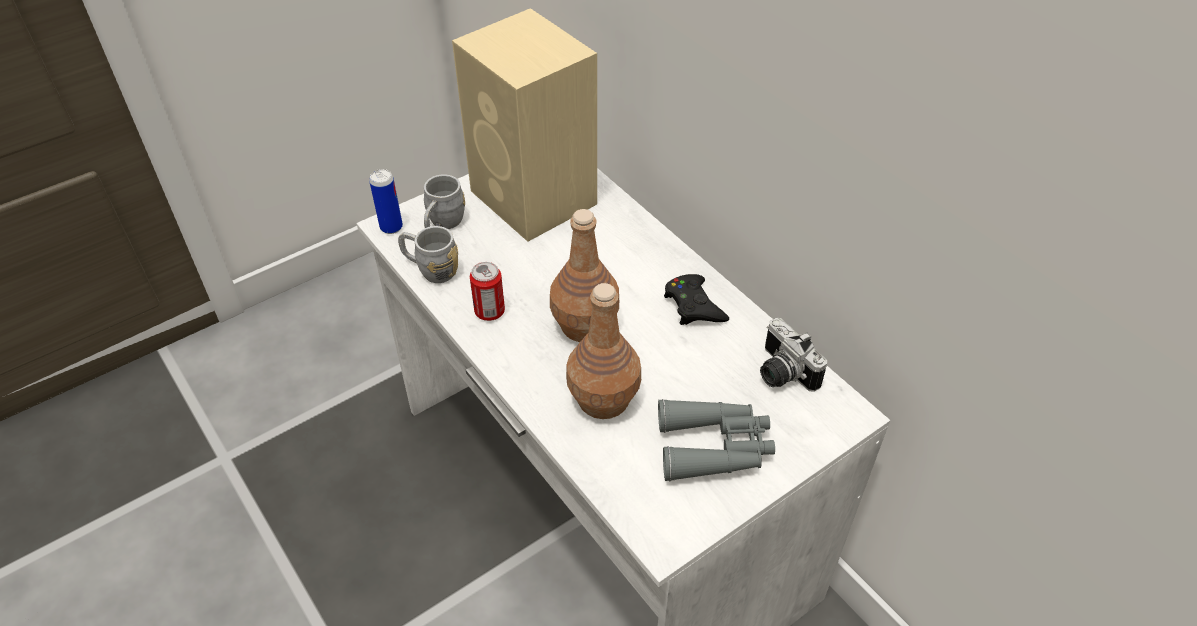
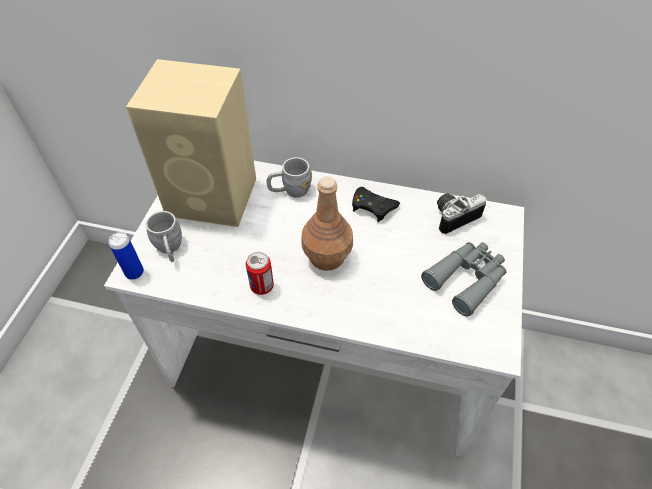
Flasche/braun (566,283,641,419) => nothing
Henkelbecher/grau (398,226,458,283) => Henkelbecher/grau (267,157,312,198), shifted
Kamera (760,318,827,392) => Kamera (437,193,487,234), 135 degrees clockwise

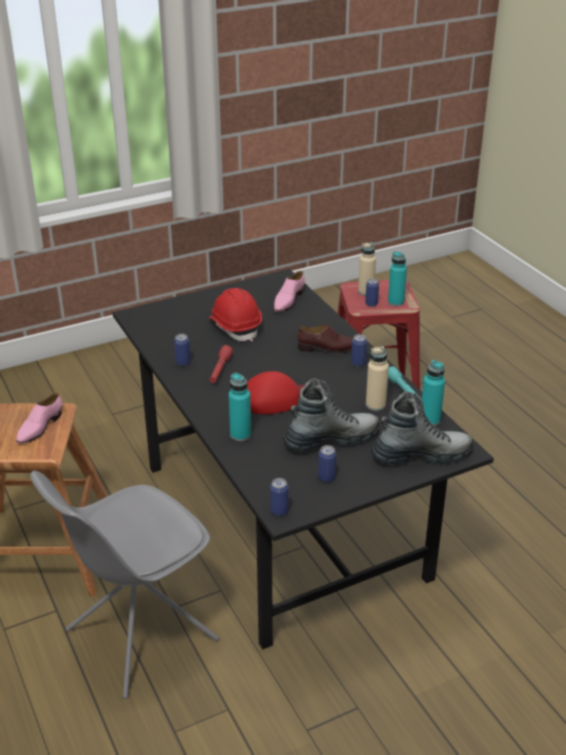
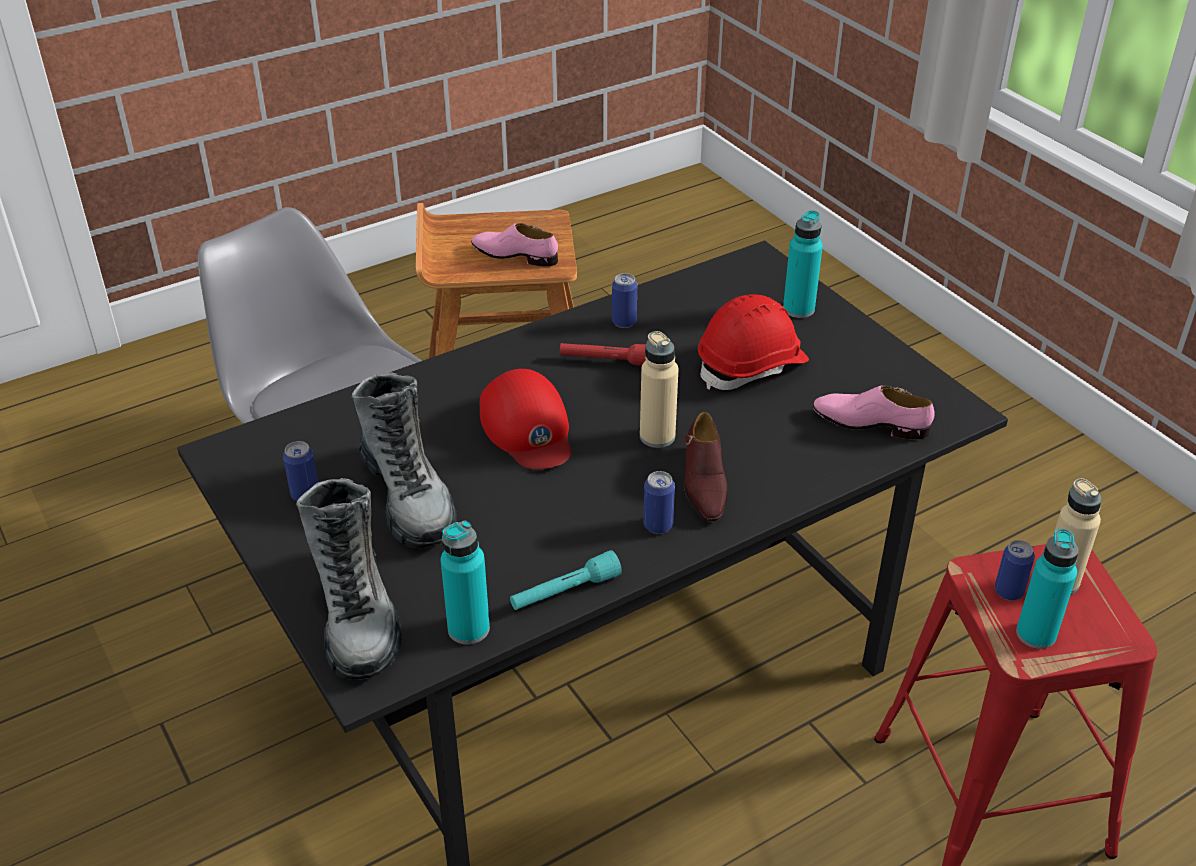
Dose (270,478,288,516) => nothing
Flasche/türkis (229,373,251,441) => Flasche/türkis (783,210,823,318), shifted
Flasche/beige (366,346,389,411) => Flasche/beige (640,331,679,448), shifted

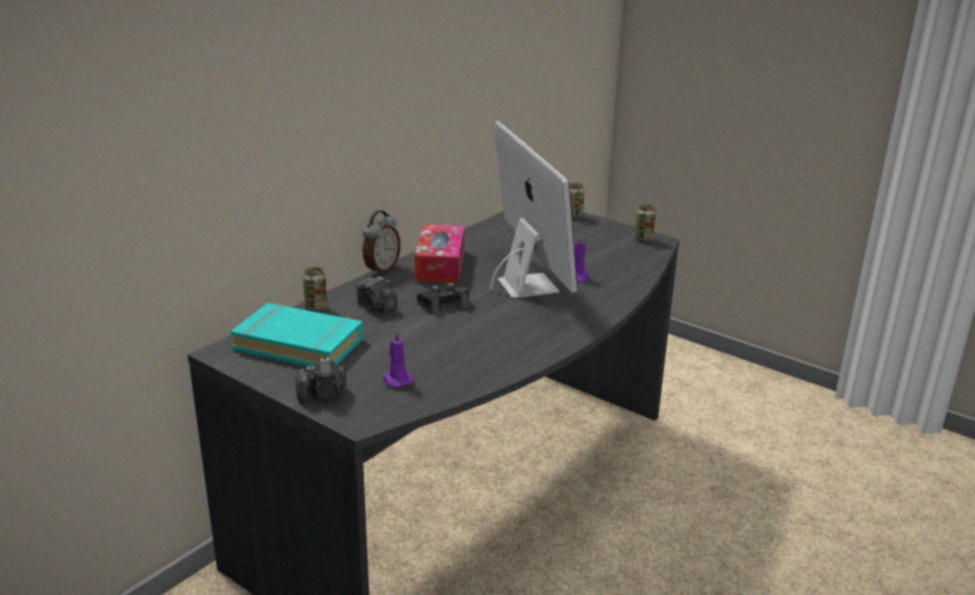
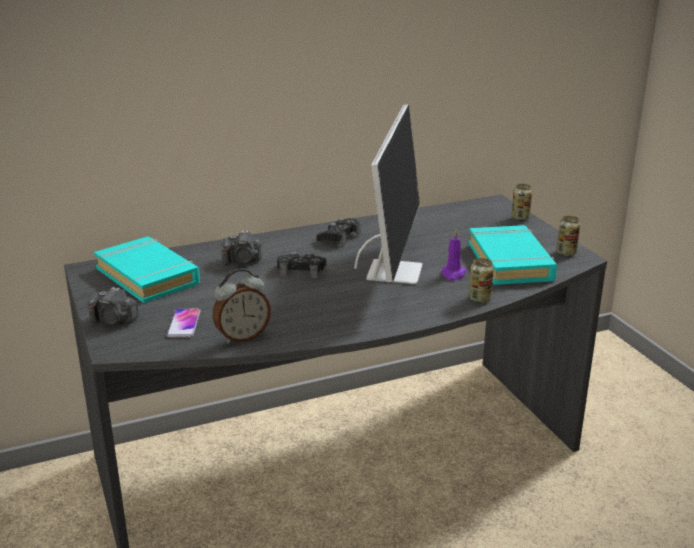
nothing => Buch/türkis (469,225,557,285)
Dose (303,267,327,312) => Dose (469,258,494,303), shifted
Wecker (362,210,401,275) => Wecker (213,268,271,344), shifted
Kerze/lila (383,330,414,388) => Handy (167,309,201,337)
Taschentuchbox (415,224,465,283) => Gamepad/schwarz (317,218,361,246)
Kamera (356,276,398,313) => Kamera (221,230,263,265), 75 degrees counterclockwise

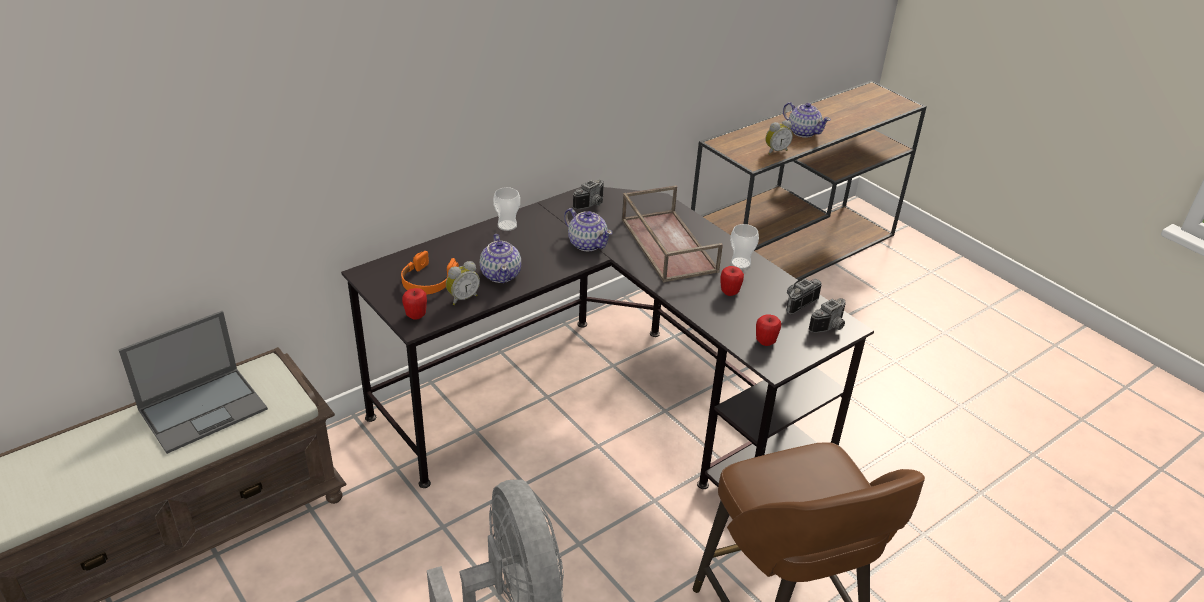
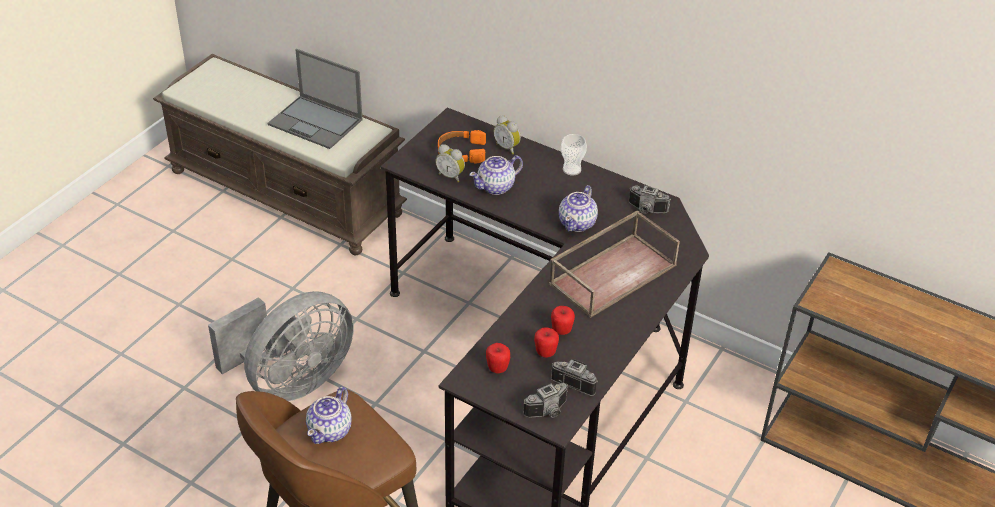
Tasse (730,224,759,269) => nothing
Apfel (402,288,427,320) => Apfel (534,327,559,358), shifted
Wecker (765,120,793,155) => Wecker (494,115,521,154), shifted
Teekanne (783,102,831,138) => Teekanne (306,386,352,444), shifted
Kamera (808,298,846,333) => Kamera (523,383,568,418), 60 degrees counterclockwise

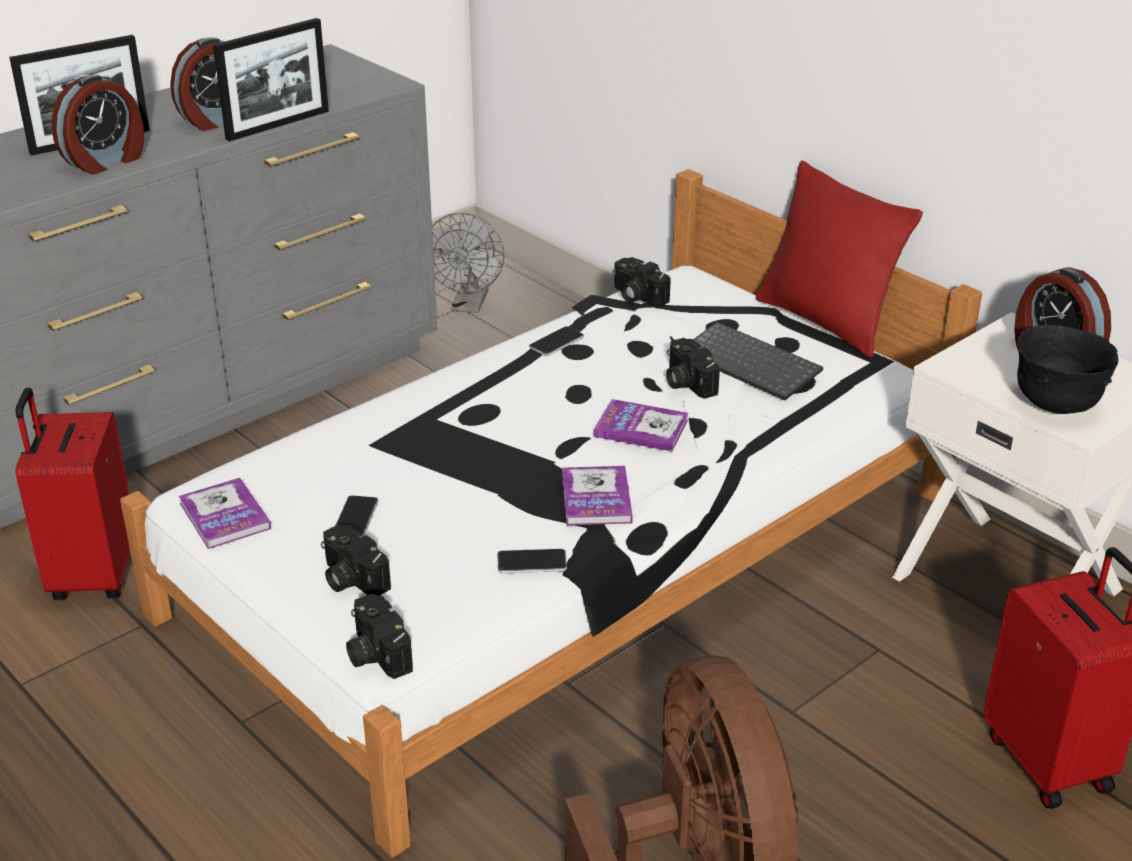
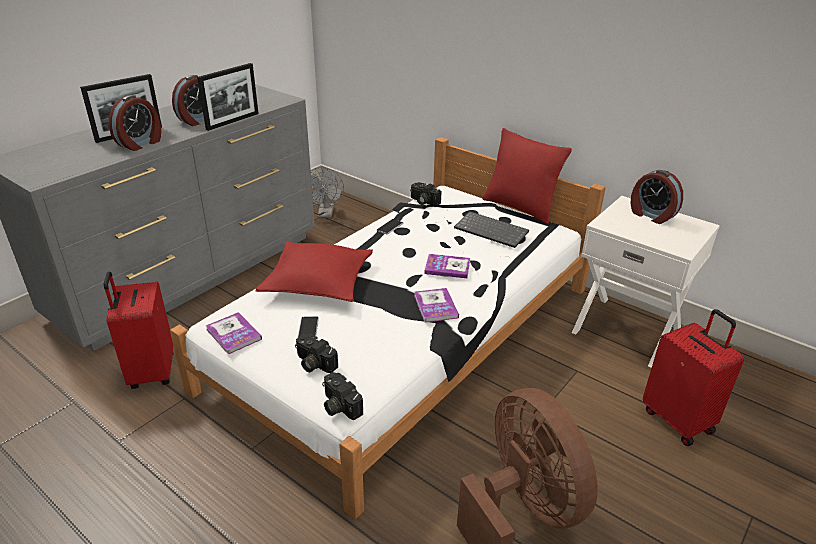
Handy (498,549,567,573) => nothing
Kamera (666,338,720,399) => nothing
Schüssel/schwarz (1017,325,1119,414) => nothing
nothing => Kissen/rot (256,241,373,302)

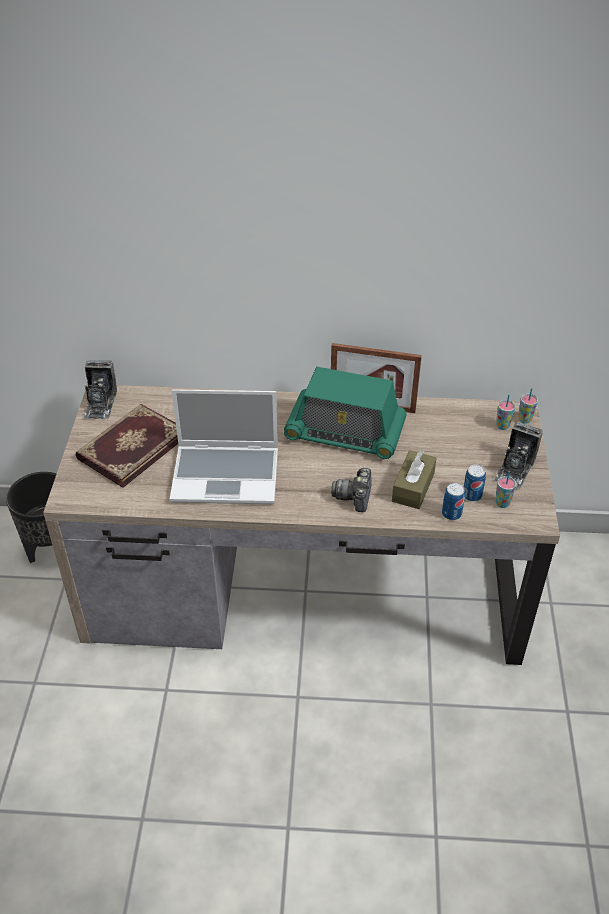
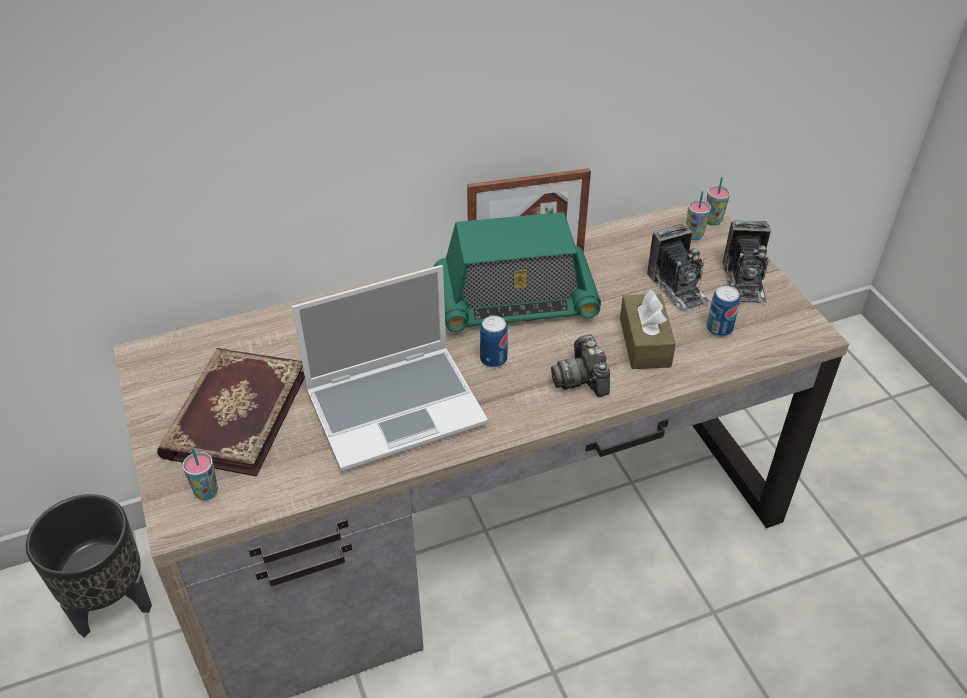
Kamera (84,360,117,419) => Kamera (647,224,710,312), shifted
Dose (442,483,465,520) => Dose (480,316,508,368), shifted
Tasse (495,472,516,508) => Tasse (183,447,218,500), shifted

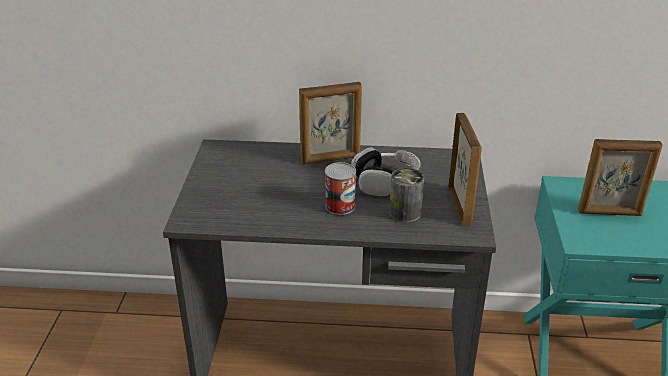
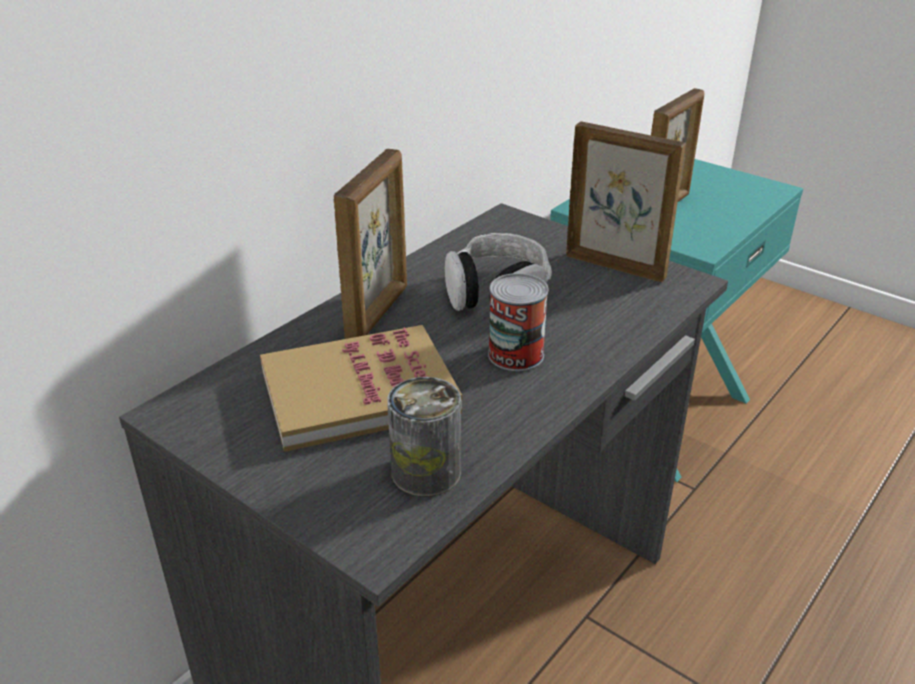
nothing => Buch (260,325,462,452)
Dose (389,168,424,222) => Dose (387,377,461,497), shifted

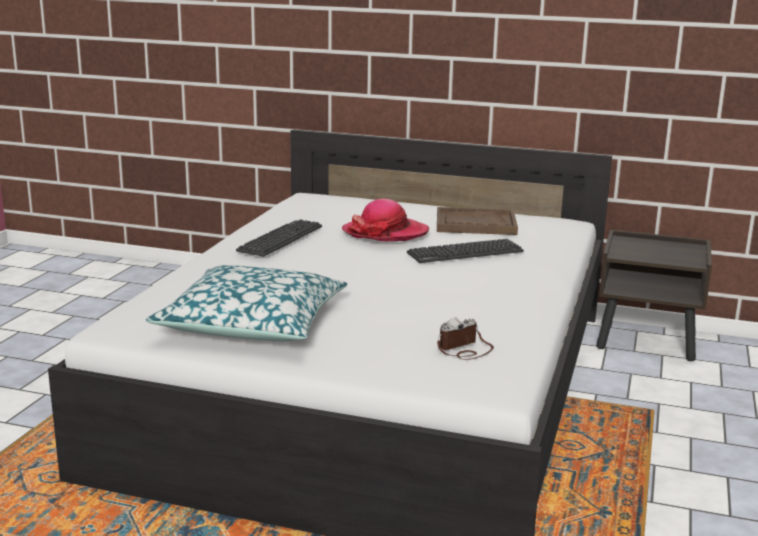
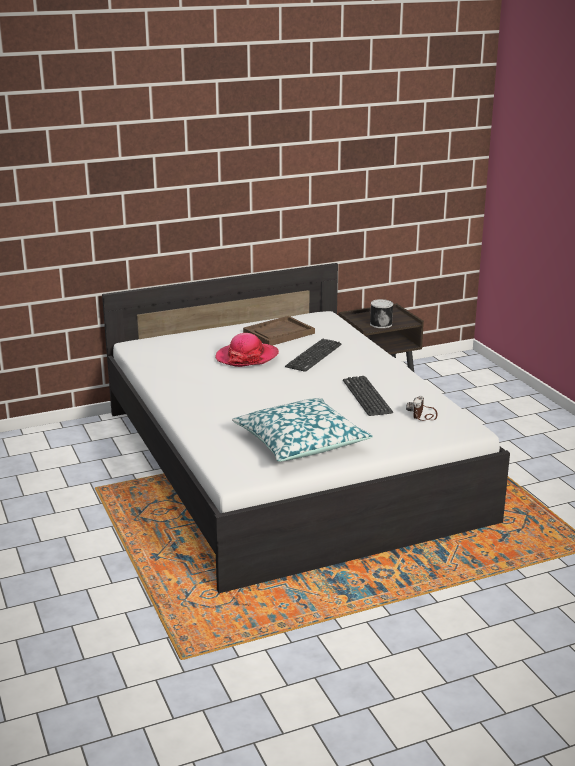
nothing => Dose (370,299,393,328)
Tastatur (236,219,322,256) => Tastatur (343,376,393,416), shifted

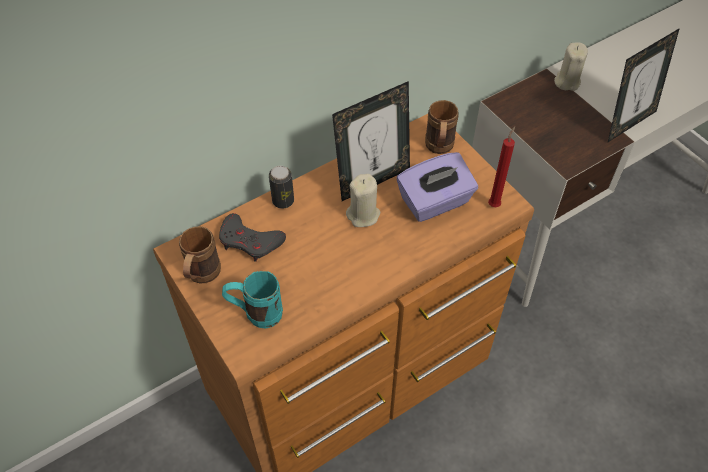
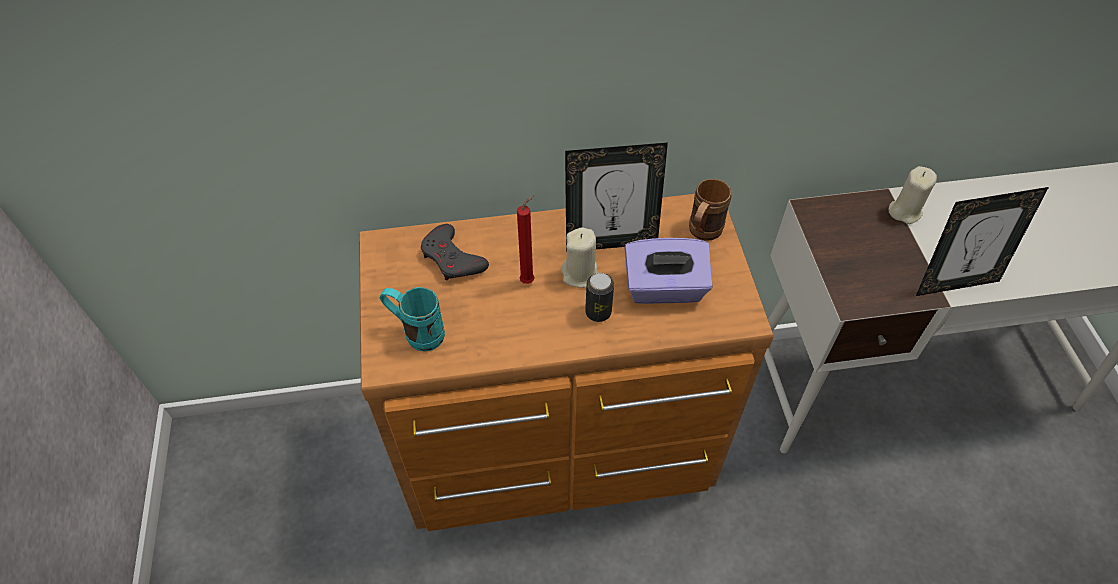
Henkelbecher/braun (179,226,221,283) => nothing
Dose (269,166,294,208) => Dose (585,273,614,322), shifted
Kerze/rot (488,126,515,207) => Kerze/rot (517,195,535,284), shifted

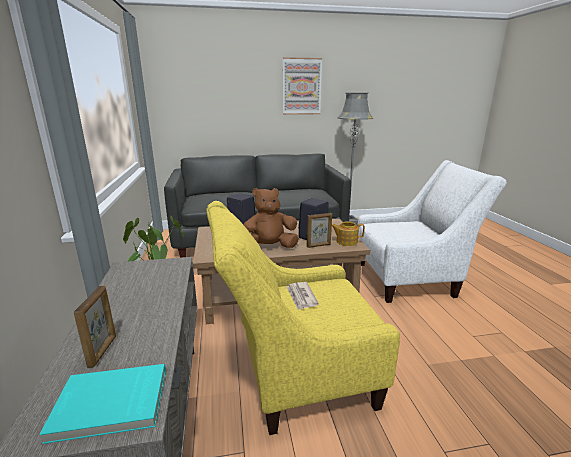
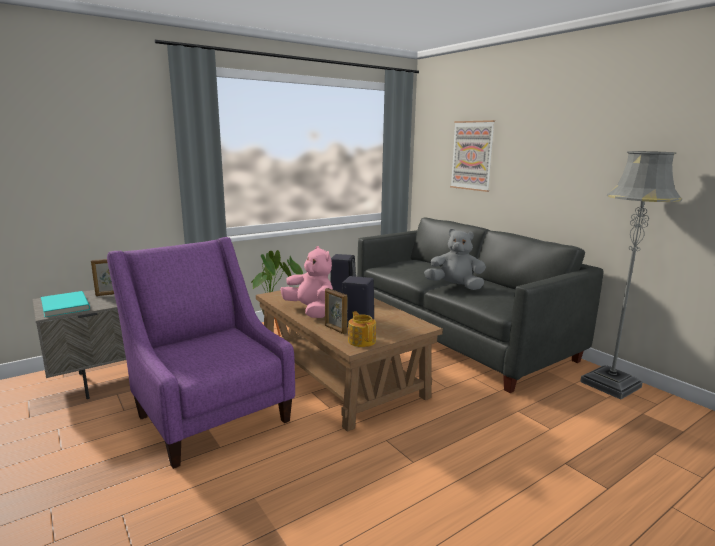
Zeitung (286,282,319,310) => nothing
Sessel/weiß (357,160,507,303) => nothing
nothing => Plüschtier/grau (424,229,486,290)
Bild (283,57,322,115) => Bild (450,120,495,192), shifted
Sessel/gelb (206,201,400,435) => Sessel/lila (107,237,295,469)
Plüschtier/braun (244,188,299,248) => Plüschtier/rosa (280,246,333,318)

